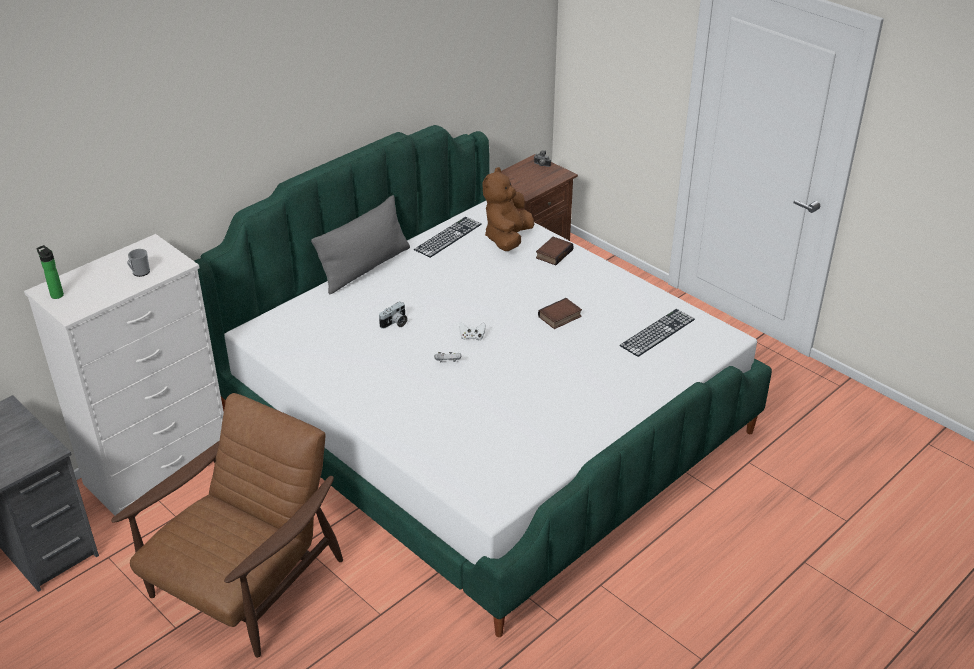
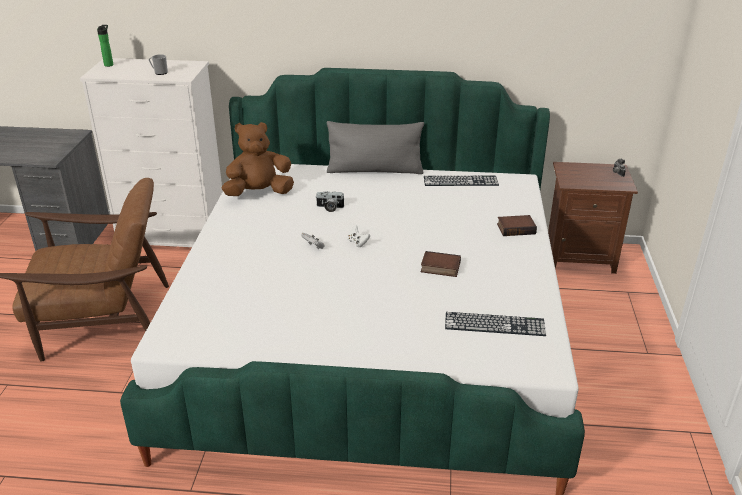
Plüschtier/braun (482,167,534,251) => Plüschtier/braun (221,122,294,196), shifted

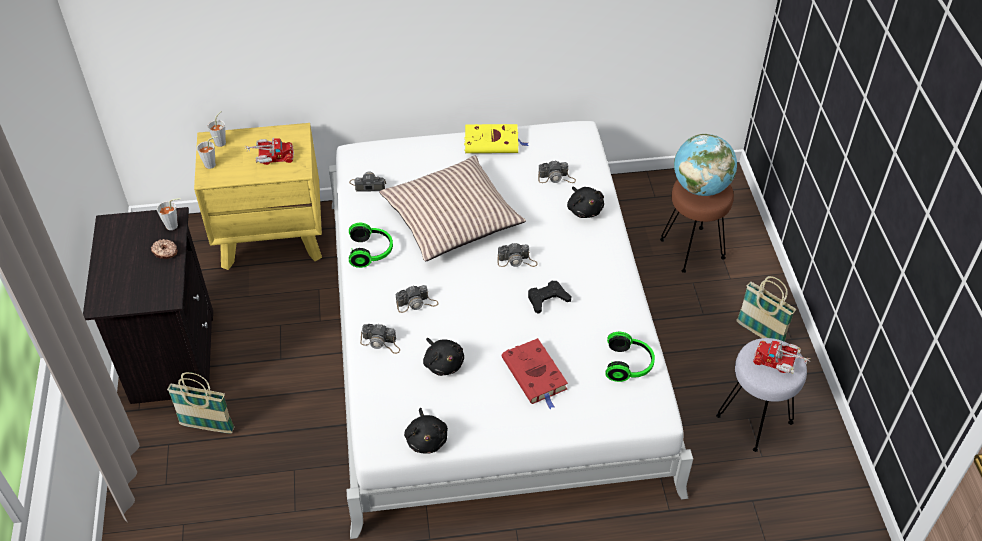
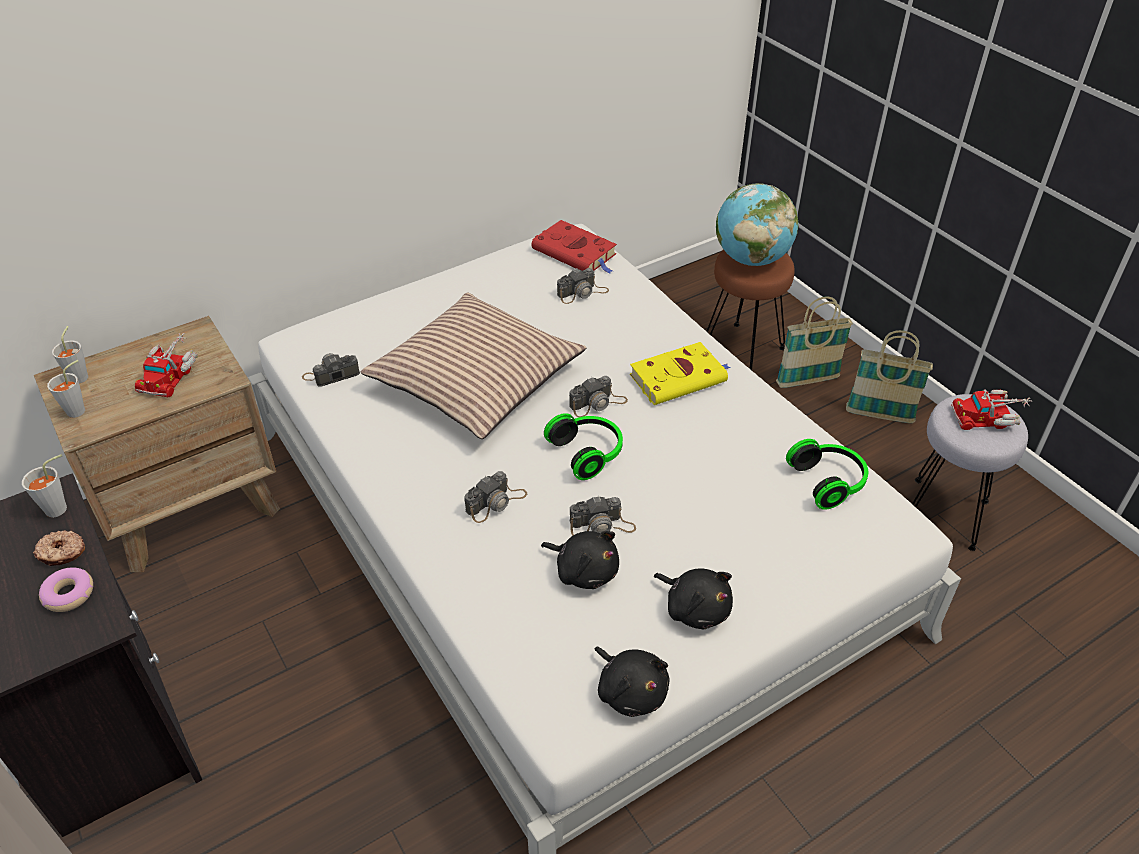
Gamepad/schwarz (528,281,571,314) => nothing
nothing => Donut (39,567,93,612)
Korb (167,372,235,434) => Korb (776,297,853,388), shifted
Kopfhörer (349,223,393,268) => Kopfhörer (544,413,623,480), shifted
Kamera (360,324,400,354) => Kamera (570,496,636,536), shifted
Buch/gelb (464,124,528,153) => Buch/gelb (630,342,731,405), shifted
Buch/rot (502,338,568,409) => Buch/rot (532,220,617,273), shifted
Plüschtier/schwarz (567,187,604,218) => Plüschtier/schwarz (654,568,733,629), shifted
Nachttisch/gelb (194,123,322,270) => Nachttisch/braun (34,316,280,572)
Spielzeuglaster (244,138,294,165) => Spielzeuglaster (135,333,198,398), 135 degrees clockwise

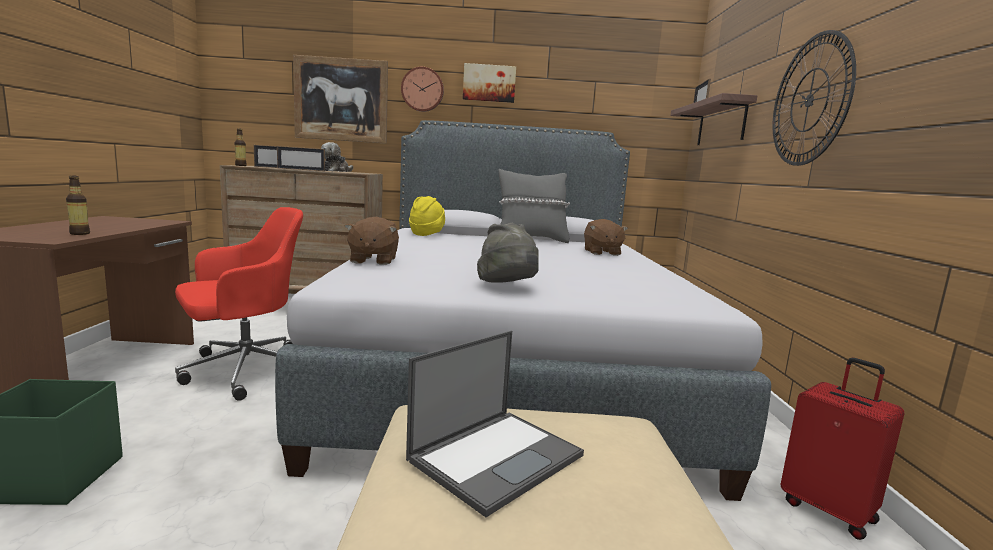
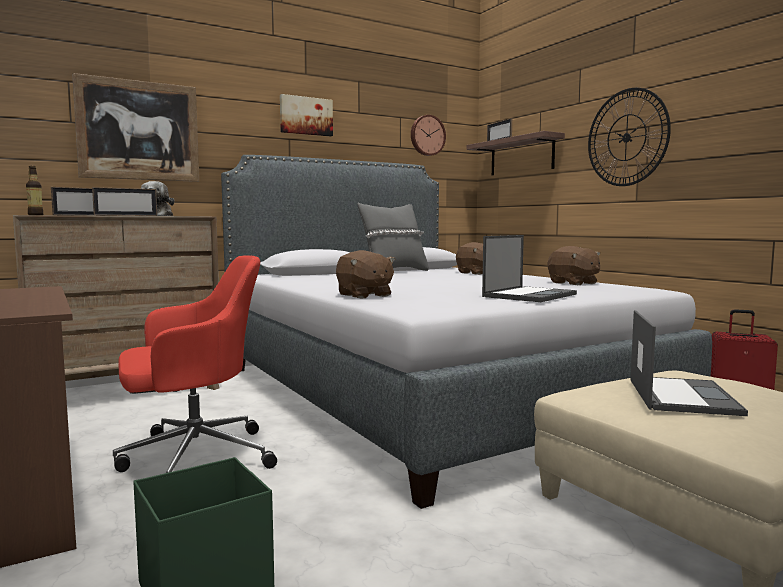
Flasche (66,175,90,235) => nothing
Hut/gelb (409,196,445,236) => nothing
nothing => Plüschtier/braun (548,246,600,285)
Wanduhr (401,67,444,112) => Wanduhr (411,115,446,156), shifted
Hut/grau (477,223,539,283) => Laptop (482,235,577,302)
Bürostuhl/rot (175,207,303,401) => Bürostuhl/rot (113,255,277,473), 45 degrees clockwise

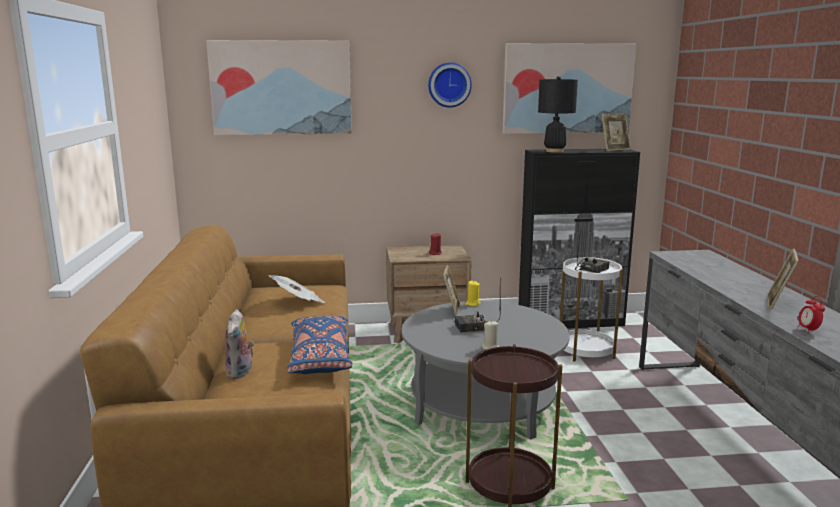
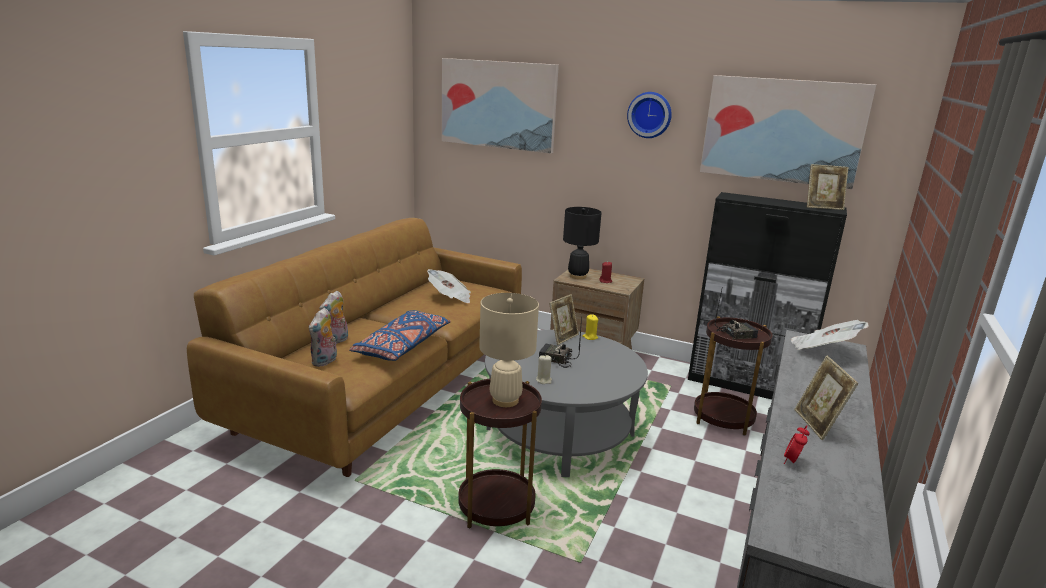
nothing => Plüschtier (309,308,337,367)
nothing => Tischlampe/beige (479,293,539,407)
nothing => Zeitung (791,320,869,350)
Tischlampe/schwarz (538,76,578,153) => Tischlampe/schwarz (563,207,602,279), shifted
Beistelltisch/weiß (560,257,623,362) => Beistelltisch/braun (694,316,773,436)
Bilderrahmen (767,248,799,310) => Bilderrahmen (794,355,858,440), 60 degrees counterclockwise

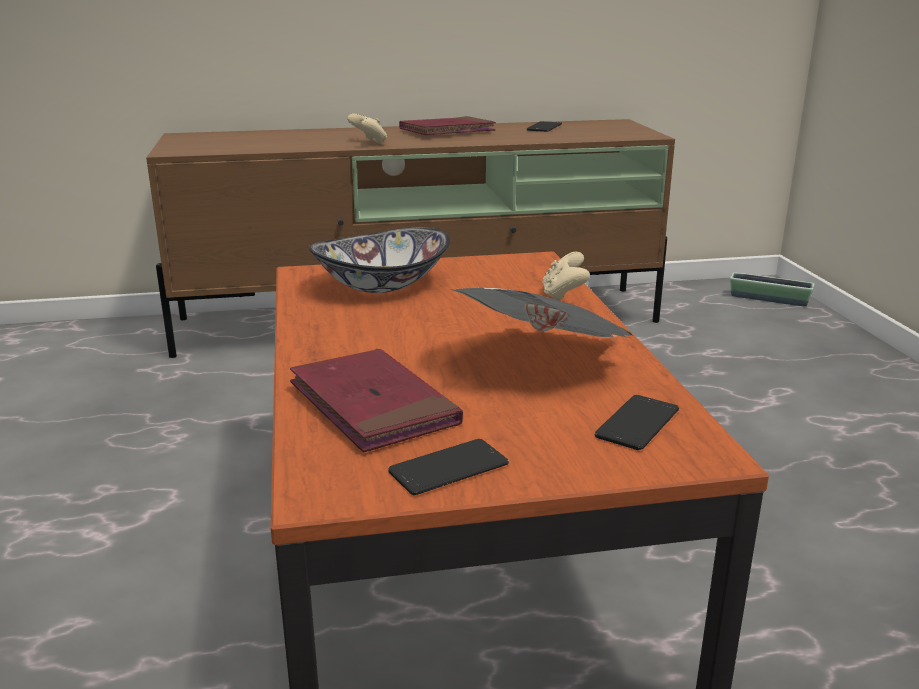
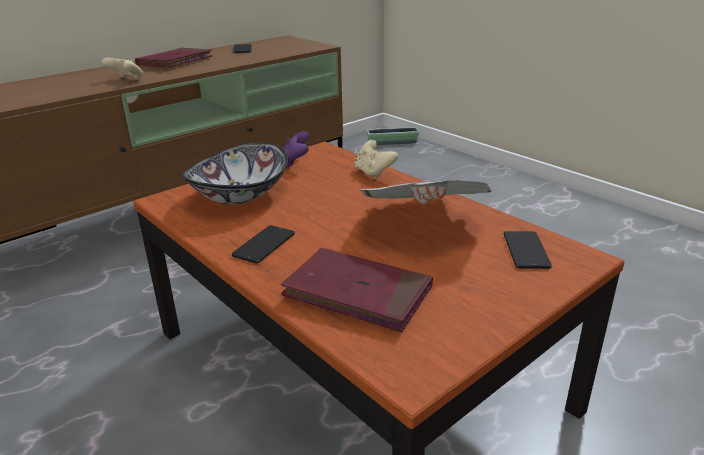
nothing => Gamepad/lila (283,131,310,168)
Handy (388,439,509,495) => Handy (232,225,295,264), shifted

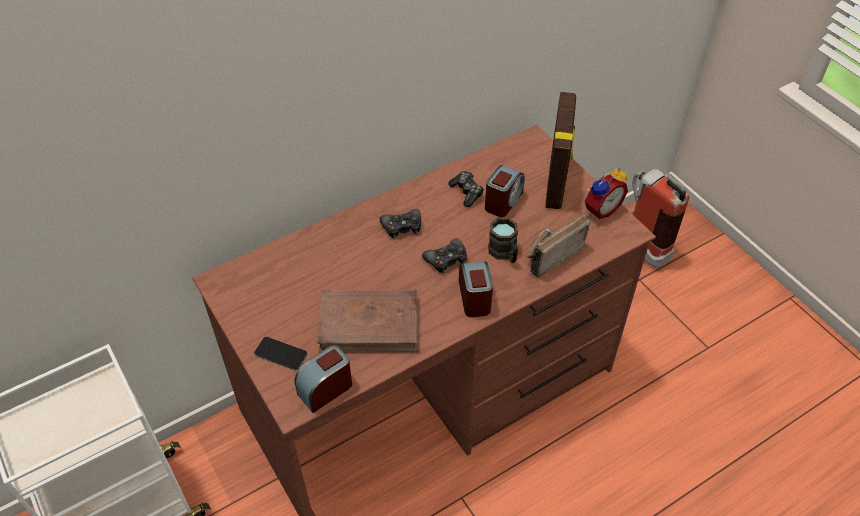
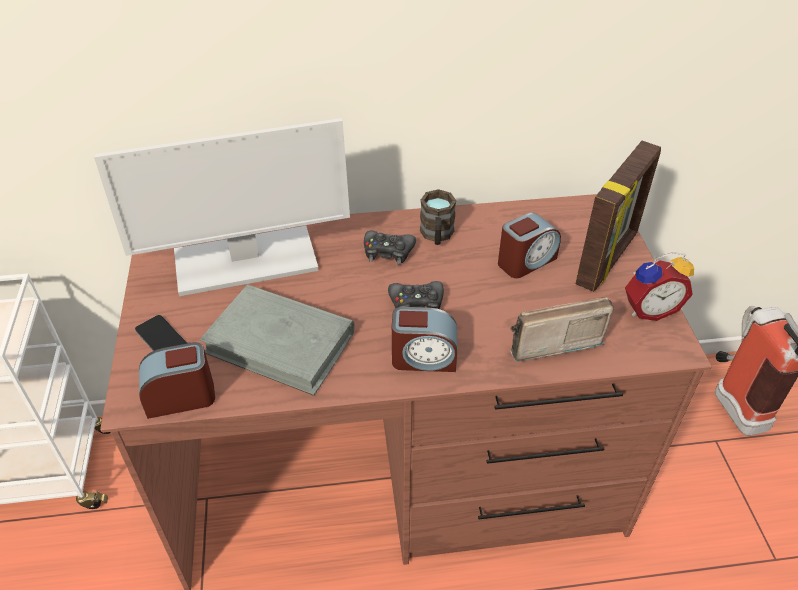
Gamepad (448,171,484,207) => nothing
nothing => Monitor (94,118,350,296)
Henkelbecher/braun (488,217,518,263) => Henkelbecher/braun (420,189,456,245), shifted
Buch/braun (317,289,419,352) => Buch/grau (200,284,355,396)
Wecker (459,261,493,317) => Wecker (392,307,457,372), 75 degrees clockwise

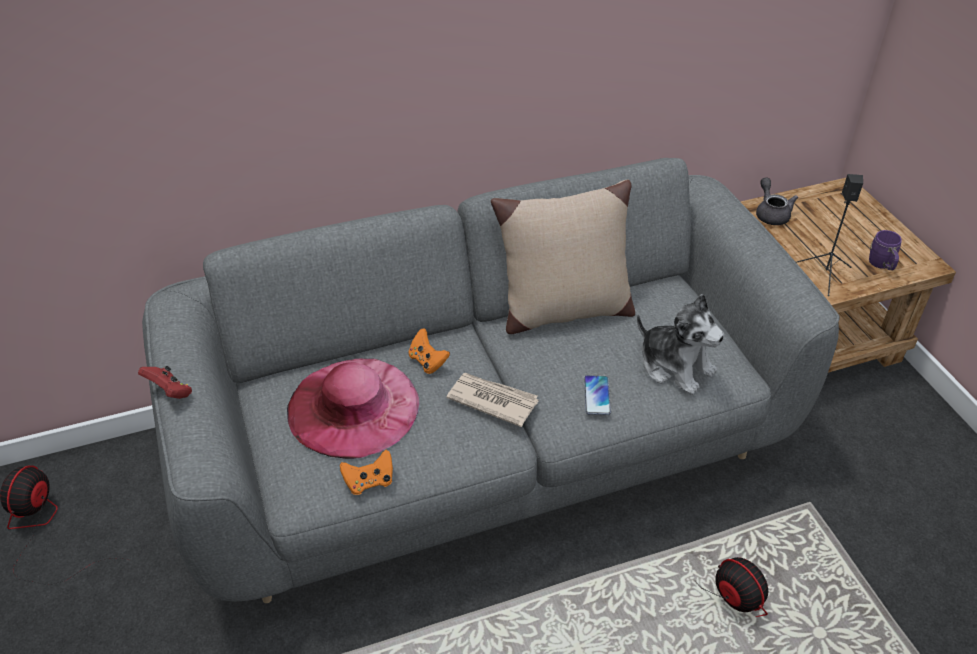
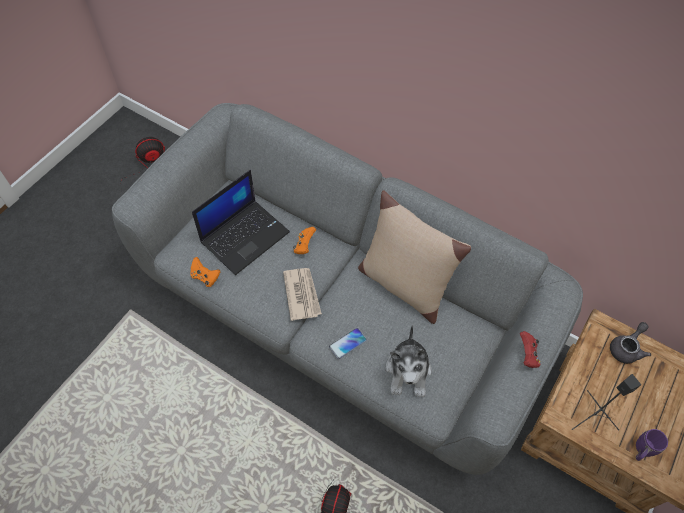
Gamepad/rot (138,366,192,399) => Gamepad/rot (520,331,540,368), shifted
Hut/rosa (287,359,420,459) => Laptop (192,170,290,275)

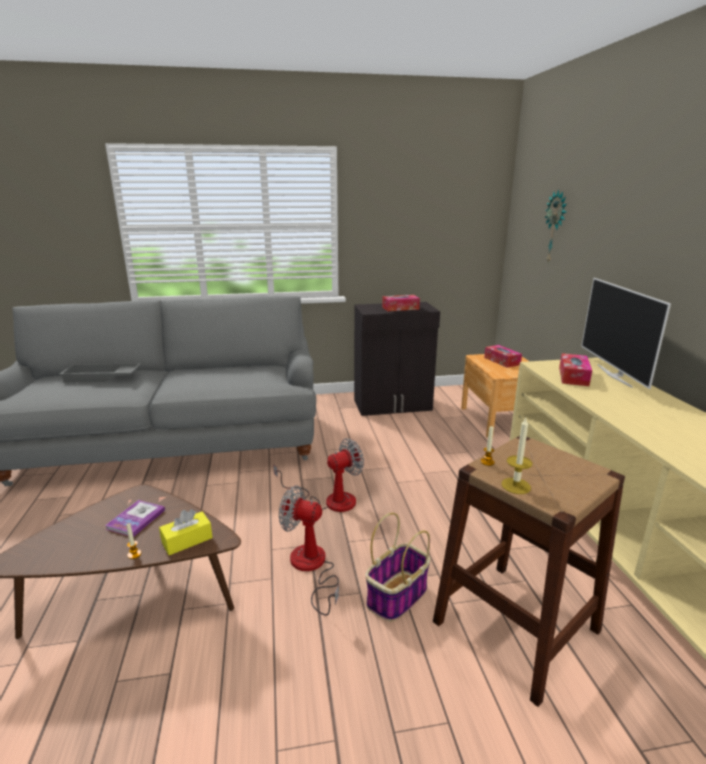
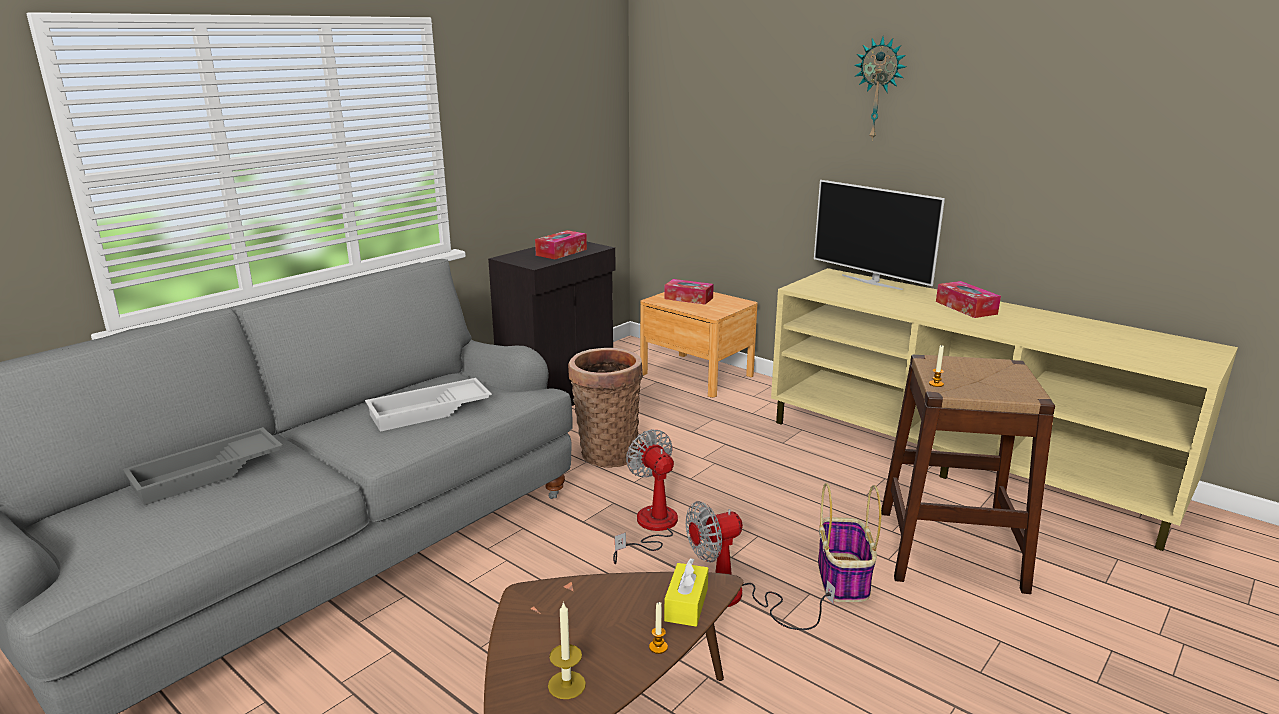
Buch (105,500,165,537) => nothing
nothing => Tablett/weiß (365,378,492,432)
nothing => Korb (568,348,643,468)
Kerze (501,418,532,494) => Kerze (548,601,586,699), shifted
Wanduhr (545,190,567,262) => Wanduhr (854,37,906,141), shifted
Taschentuchbox (559,353,592,386) => Taschentuchbox (936,281,1001,318), shifted
Ventilator (273,438,364,512) => Ventilator (613,429,678,564), 45 degrees counterclockwise

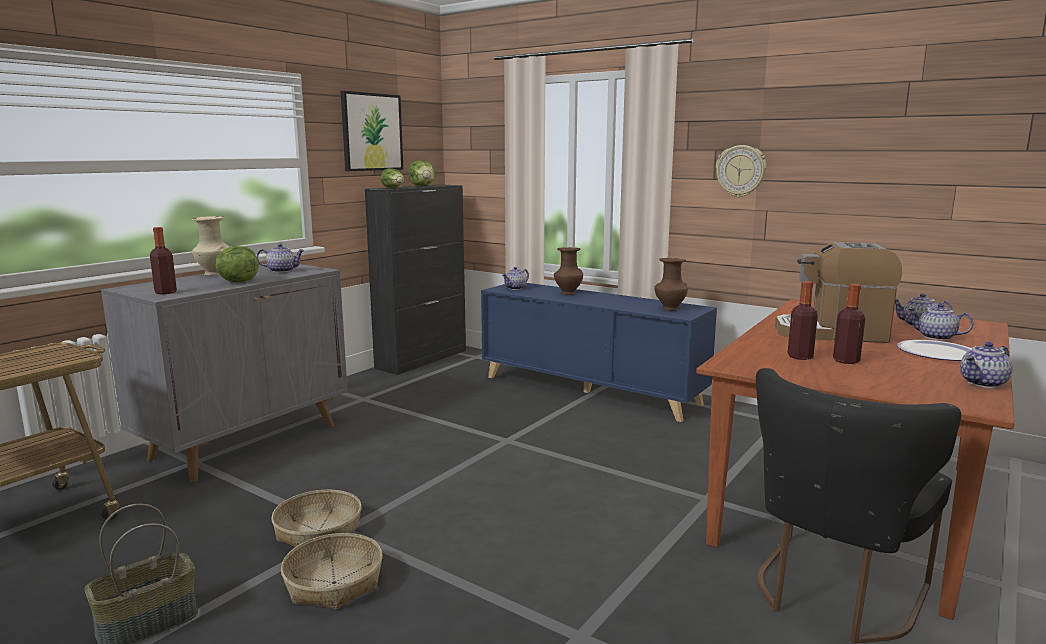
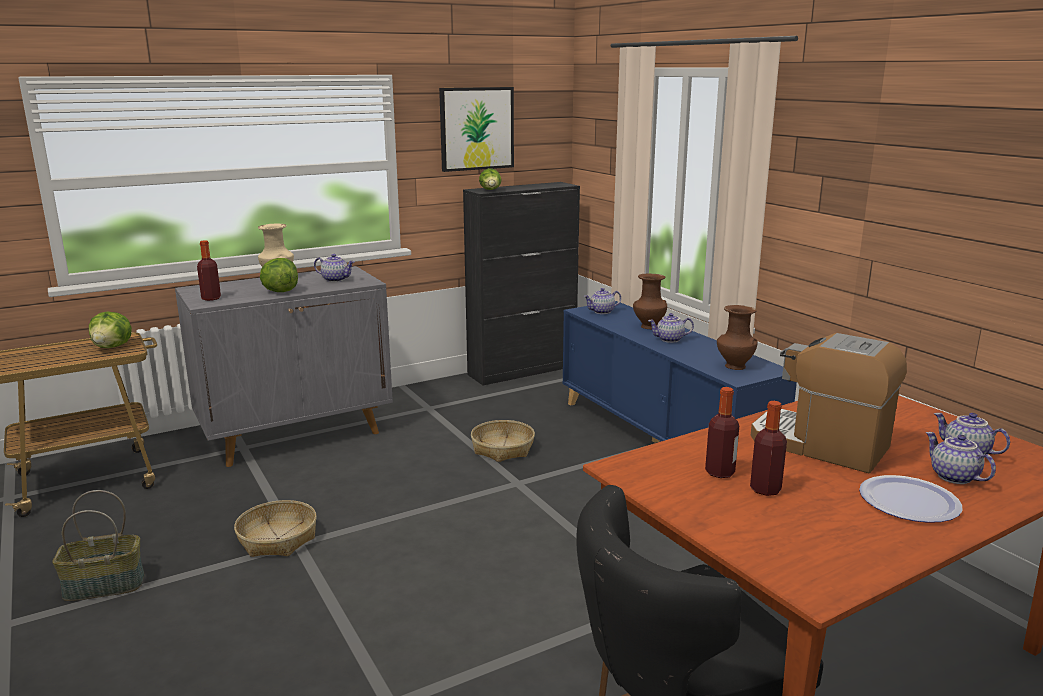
Wanduhr (716,145,767,197) => nothing
Korb (281,533,383,610) => Korb (471,420,535,462), shifted
Salatkopf (408,160,436,186) => Salatkopf (89,312,132,348), shifted
Teekanne (960,342,1013,388) => Teekanne (648,313,694,343), shifted

